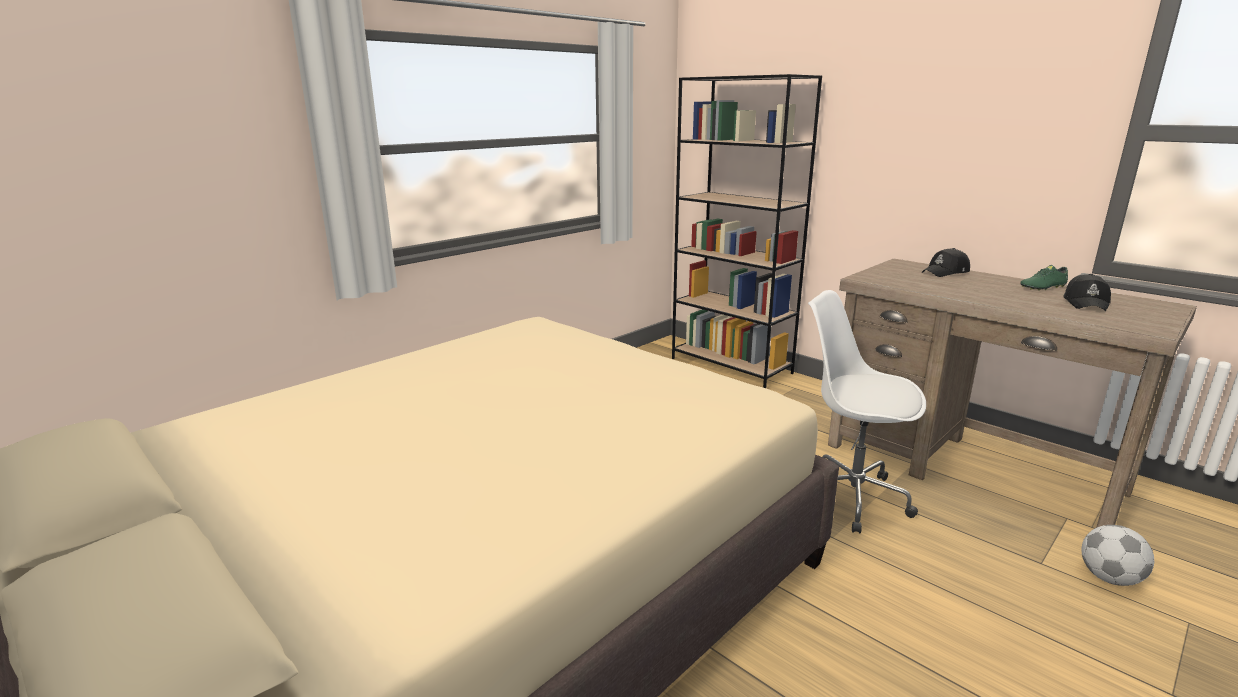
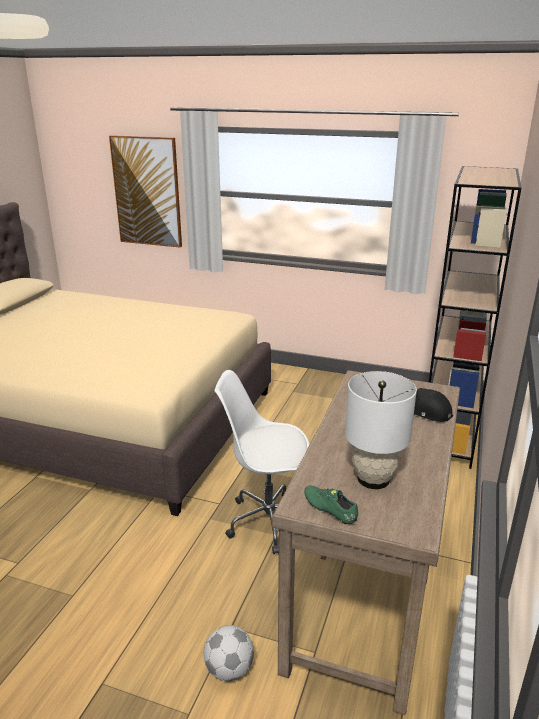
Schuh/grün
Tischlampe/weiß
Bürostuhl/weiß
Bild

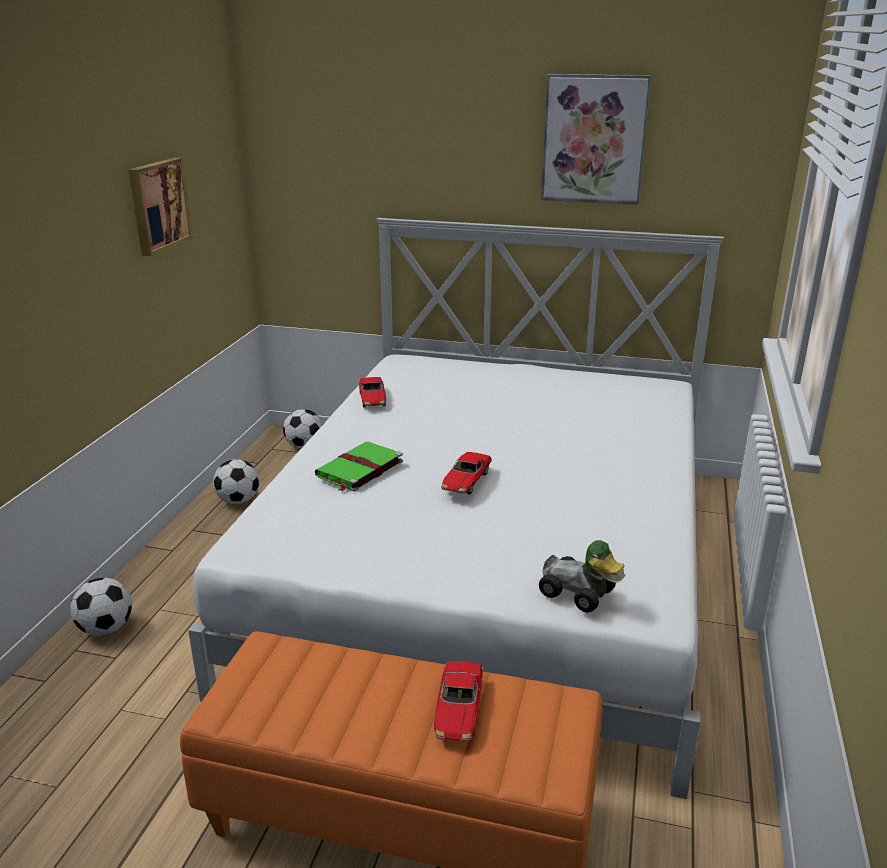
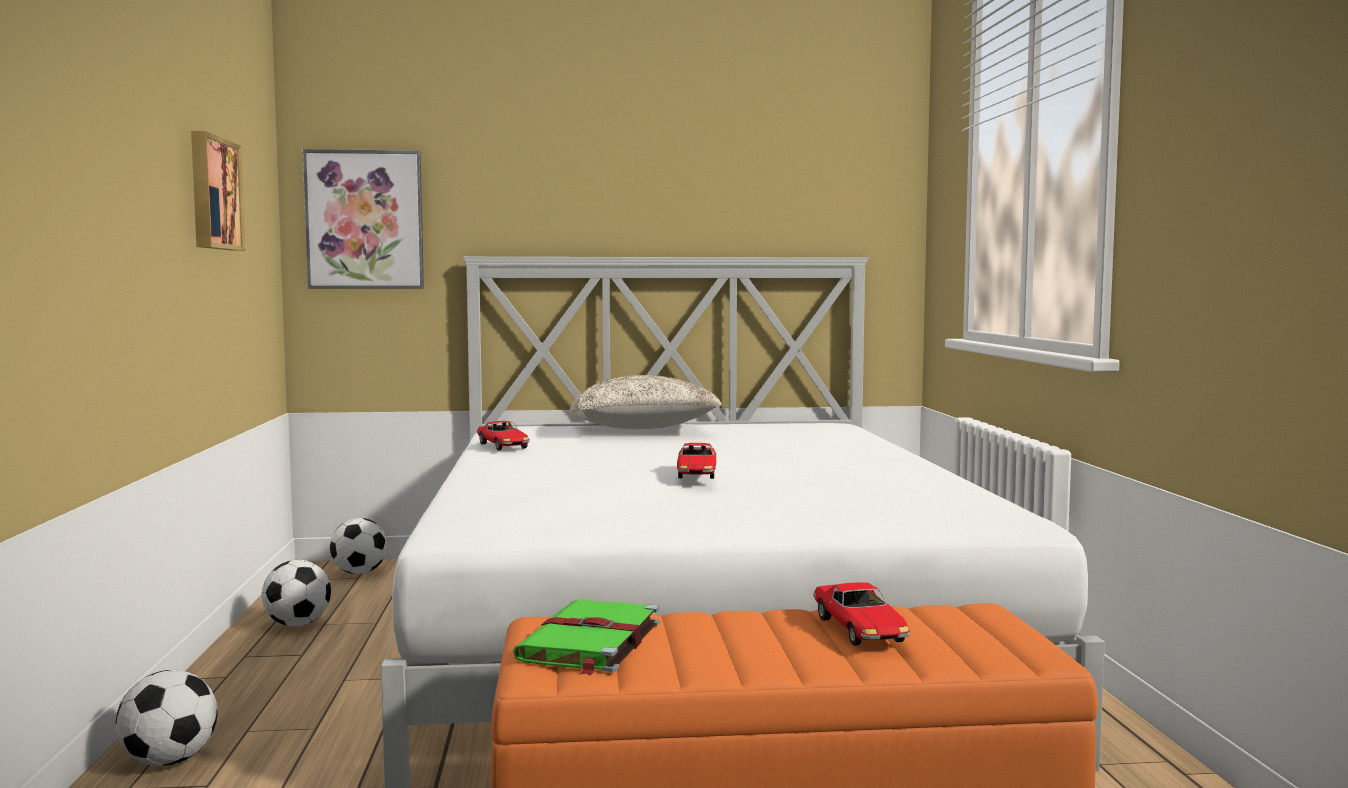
Bild (no. 2 from left)
Buch/grün
Spielzeugauto (no. 4 from left in the first image)
Kissen/beige

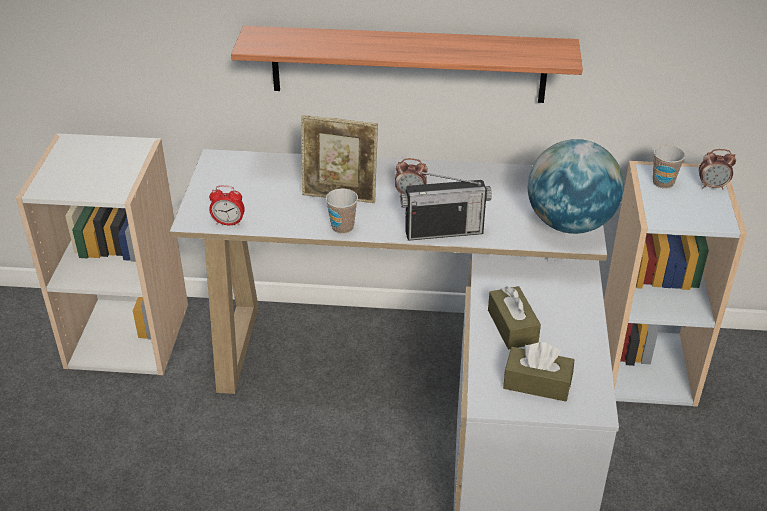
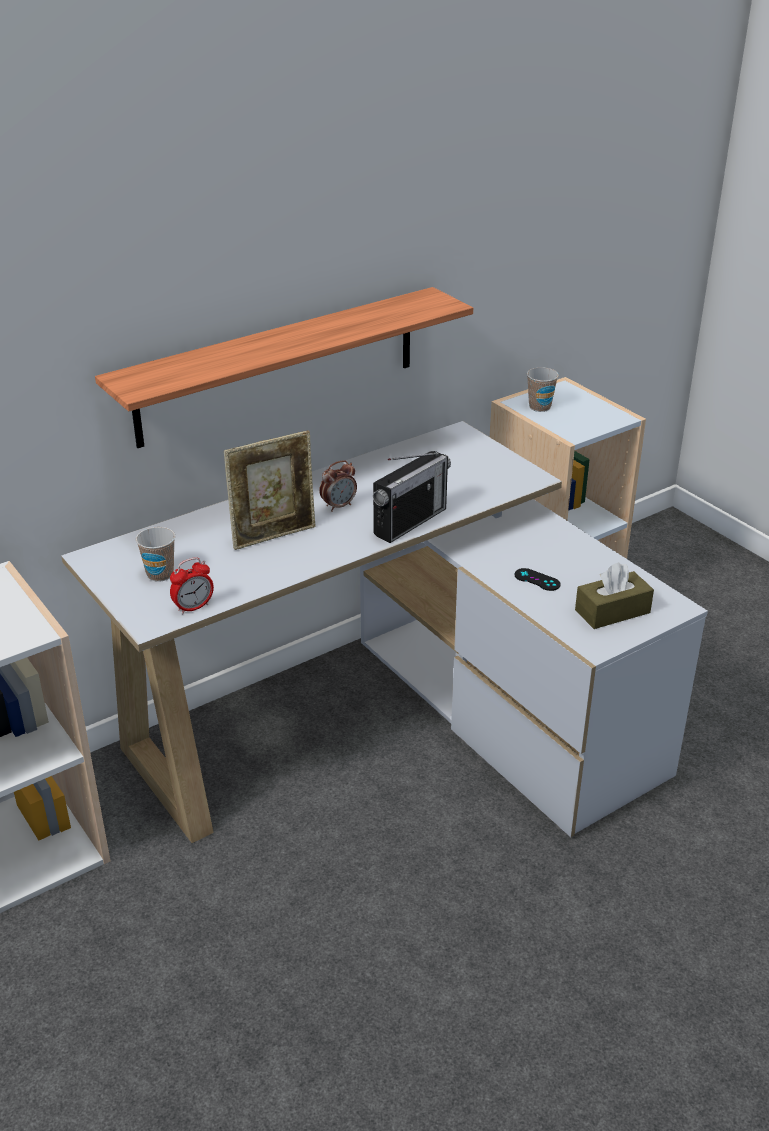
Globus
Wecker (no. 3 from left in the first image)
Tasse (no. 1 from left)
Gamepad/schwarz

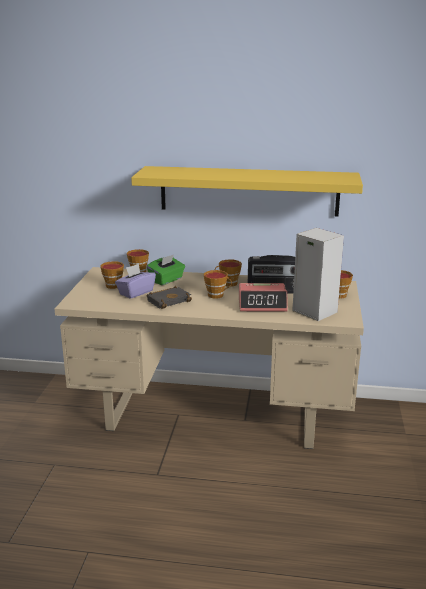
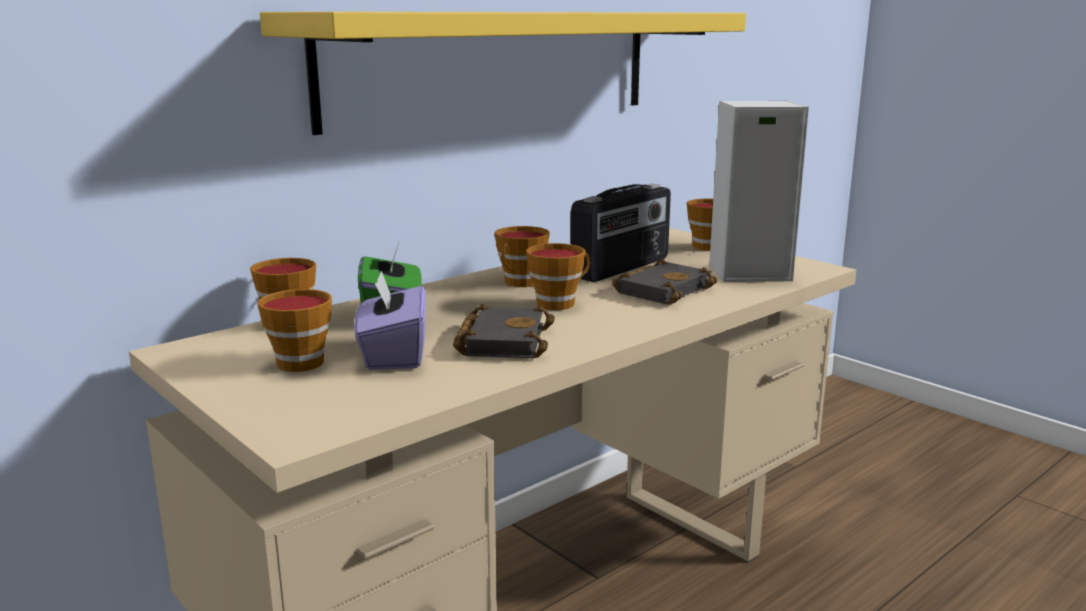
Buch/schwarz (no. 2 from left)

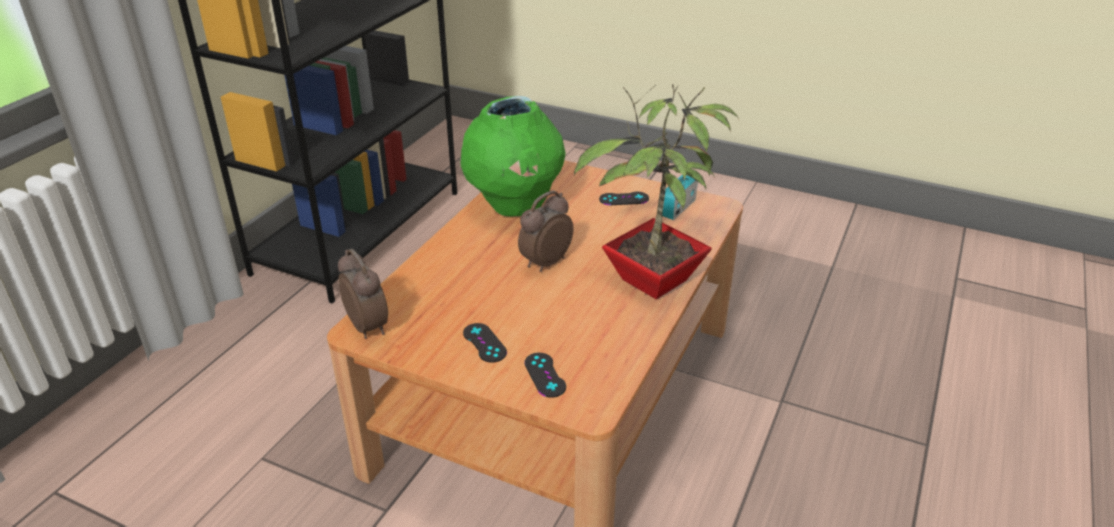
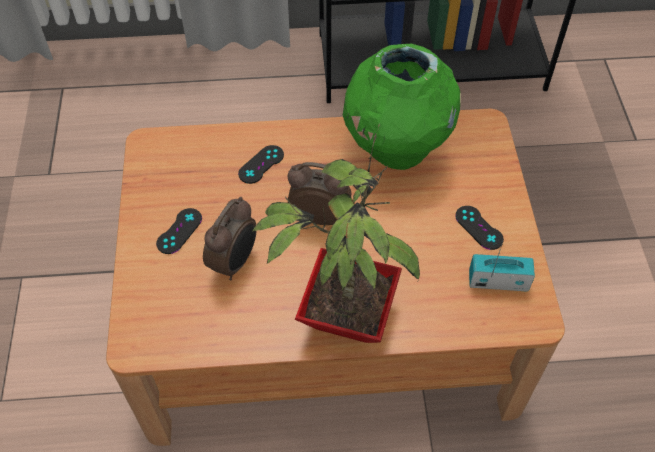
Wecker (no. 1 from left)
Gamepad/schwarz (no. 2 from left)

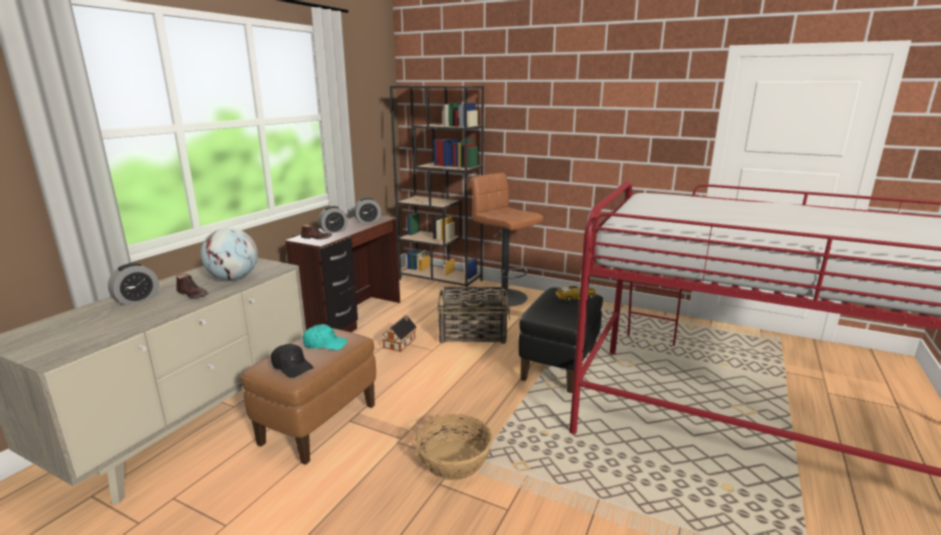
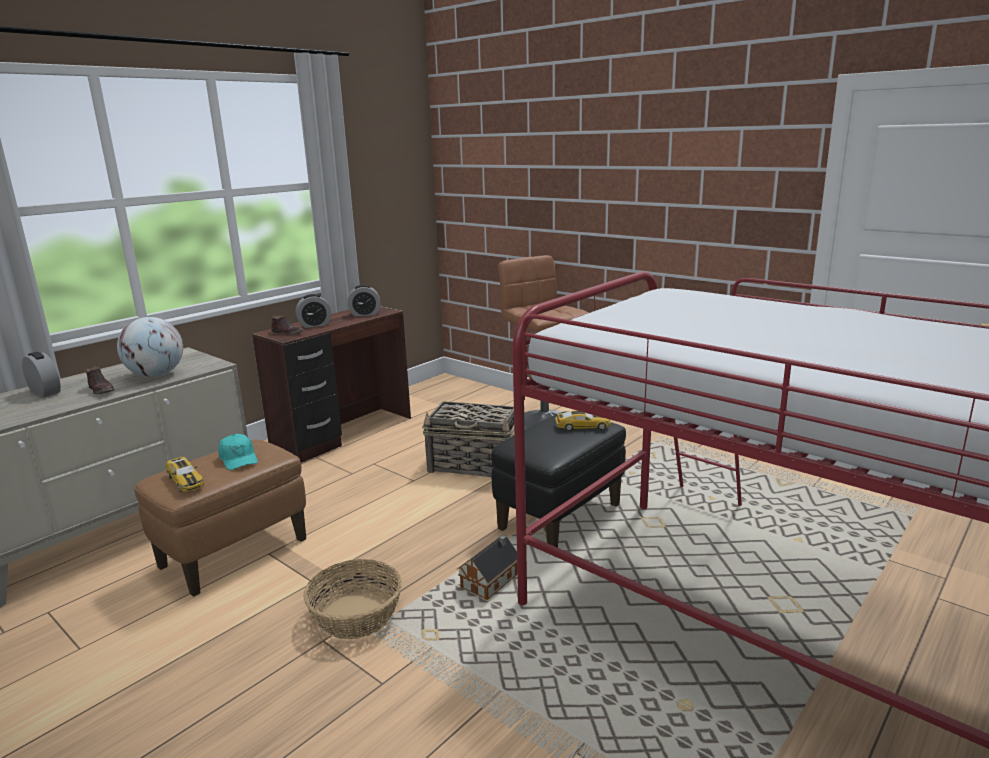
Bücherregal
Wecker (no. 1 from left)
Spielzeughaus
Kappe/türkis
Spielzeugauto (no. 1 from left)

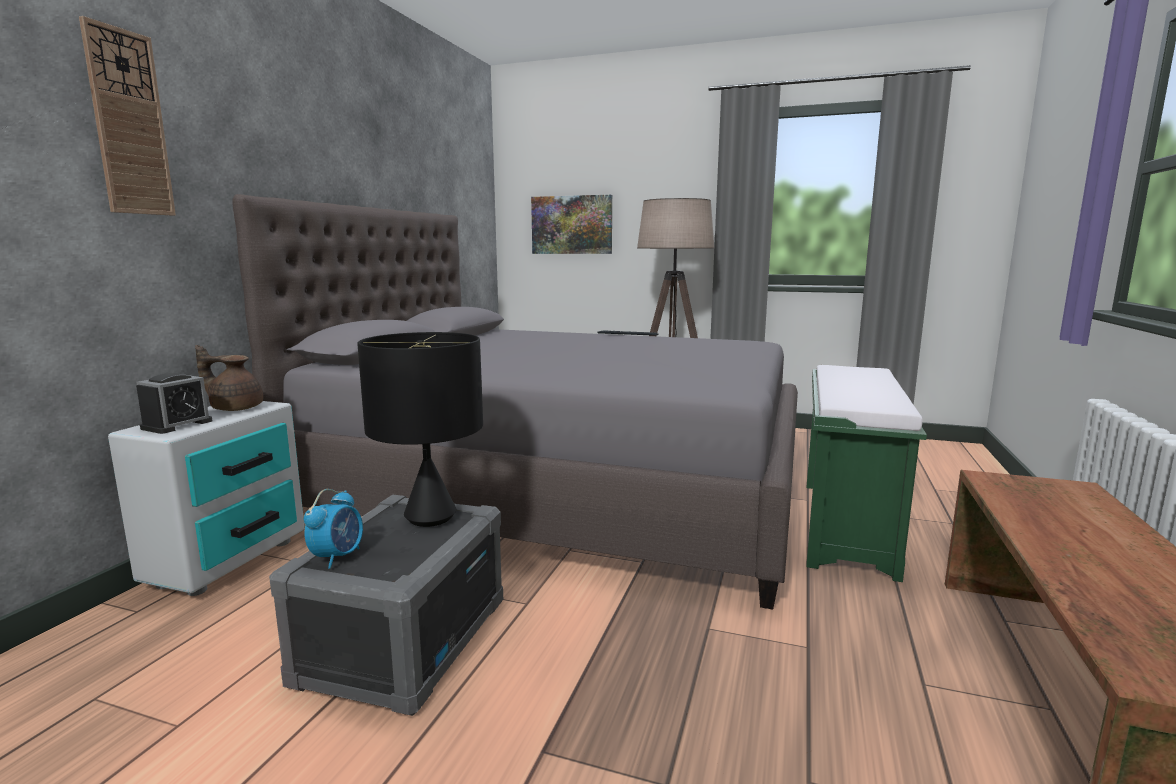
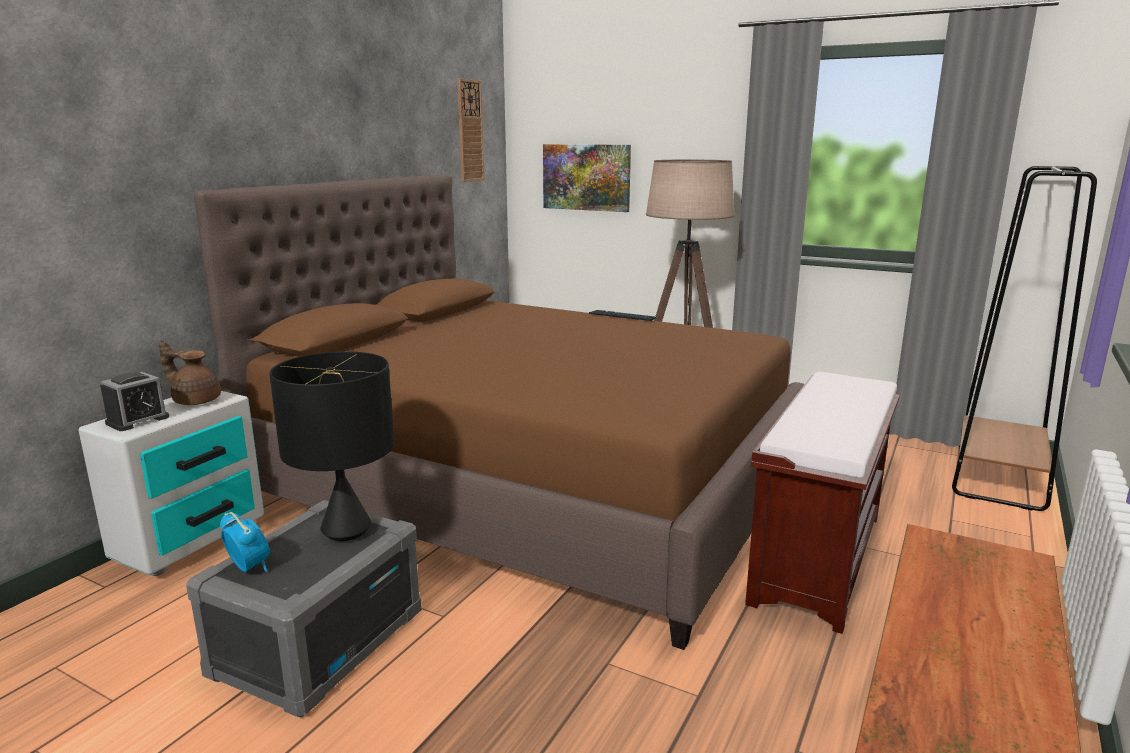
Wanduhr
Bett/braun
Bank/braun (no. 1 from left)
Wecker (no. 2 from left)
Kleiderständer

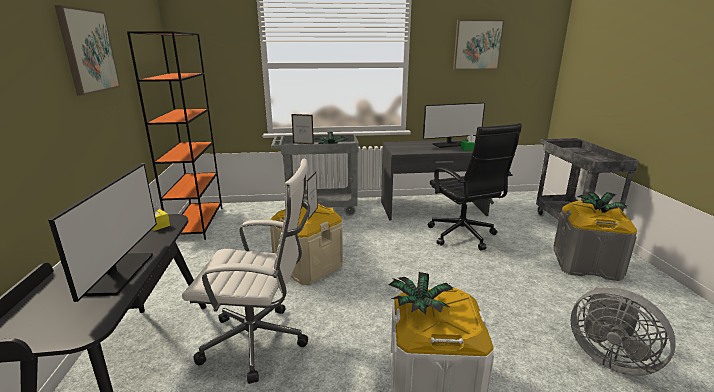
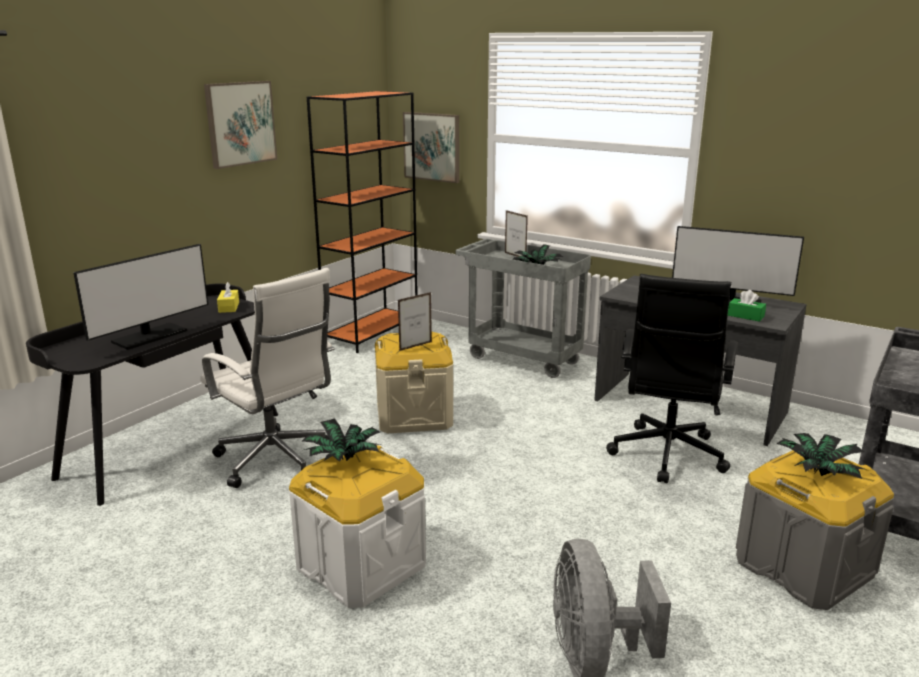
Bild (no. 2 from left)

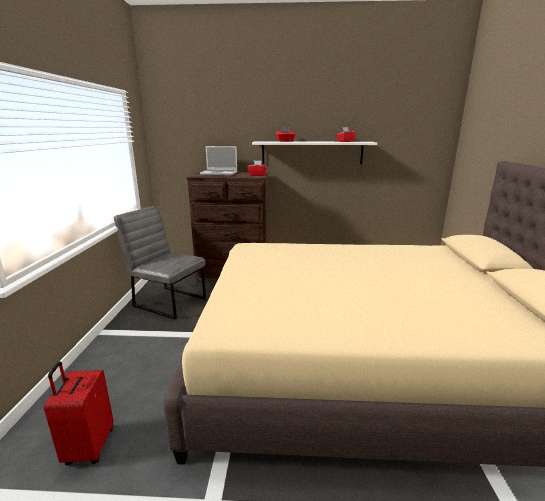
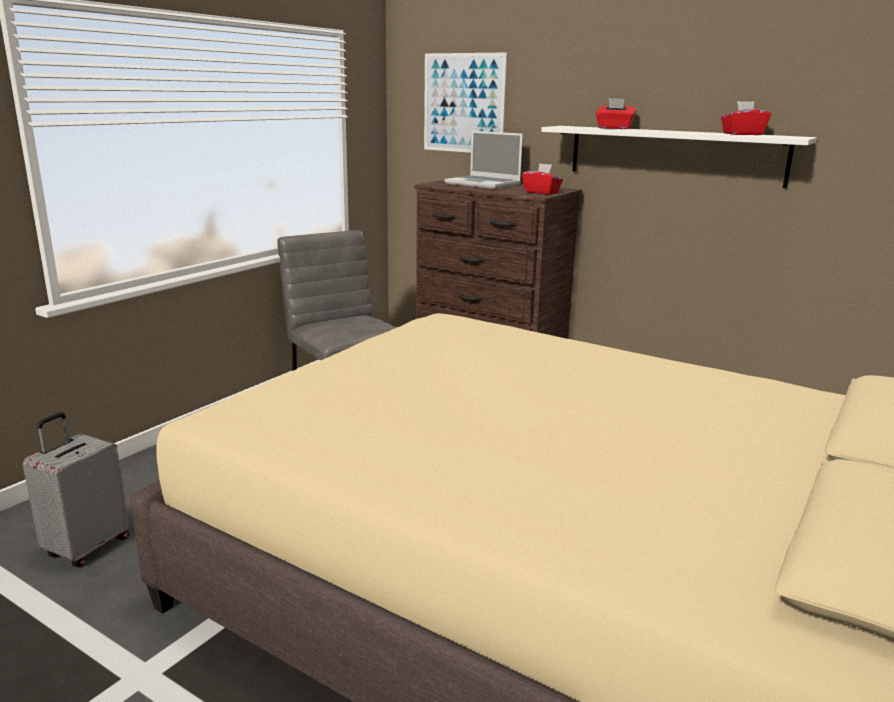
Koffer/grau
Bild

